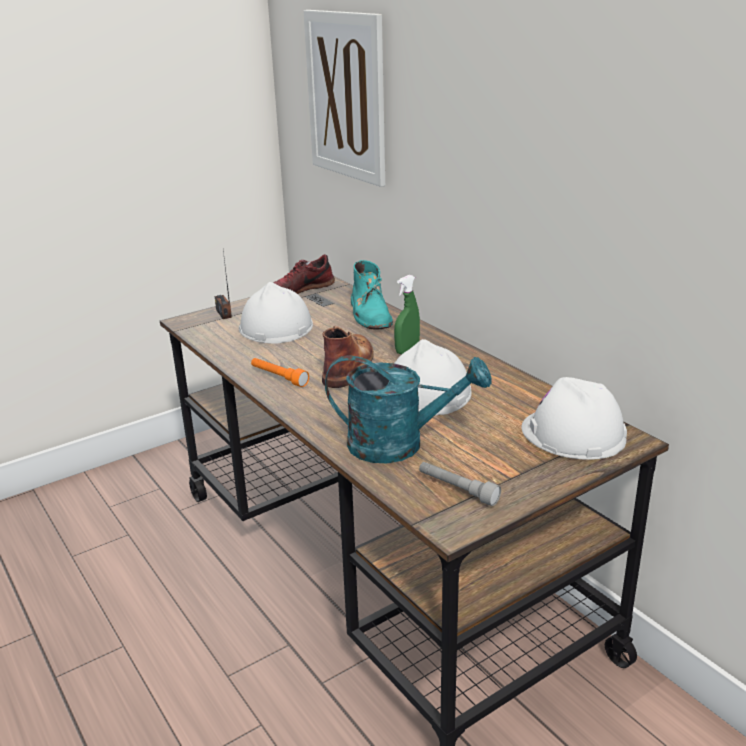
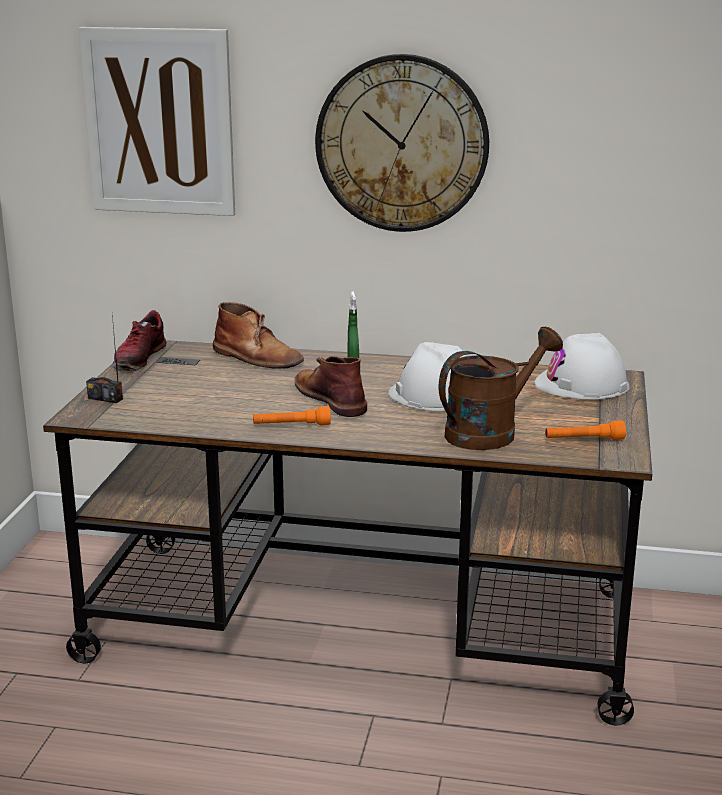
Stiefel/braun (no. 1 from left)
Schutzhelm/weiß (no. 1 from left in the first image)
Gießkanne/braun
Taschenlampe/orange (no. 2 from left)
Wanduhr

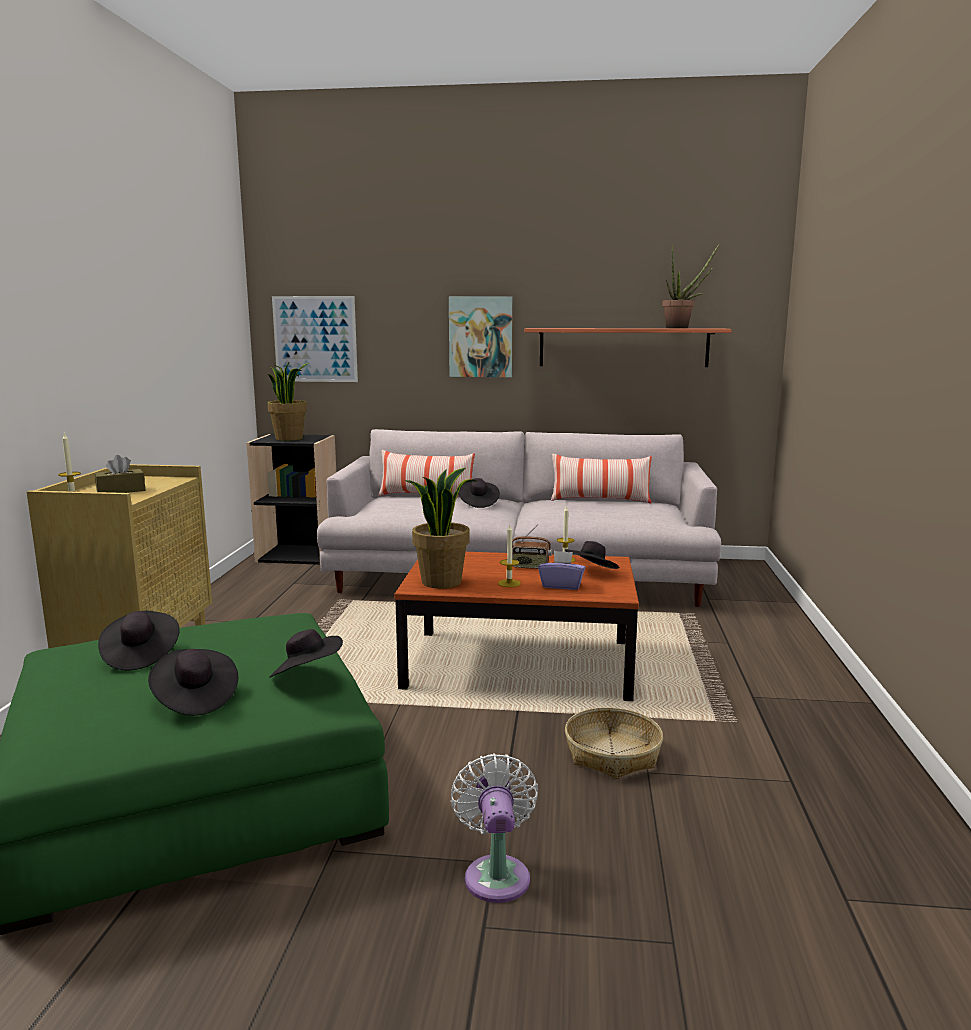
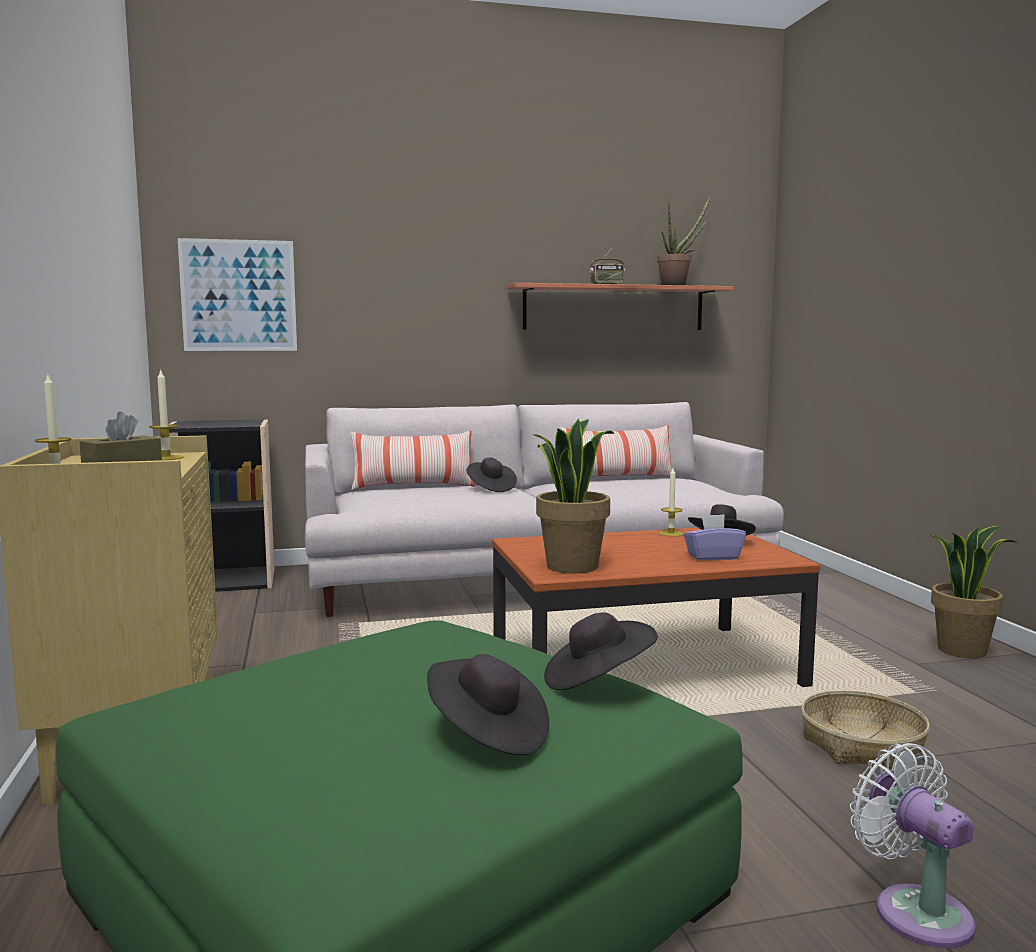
Bild (no. 2 from left in the first image)
Topfpflanze (no. 3 from left)
Kerze (no. 2 from left)
Radio
Hut/schwarz (no. 1 from left in the first image)

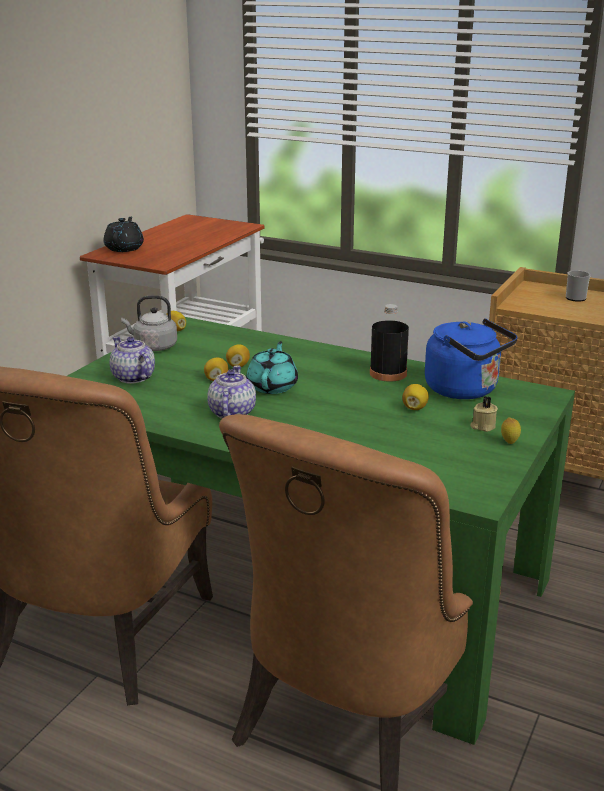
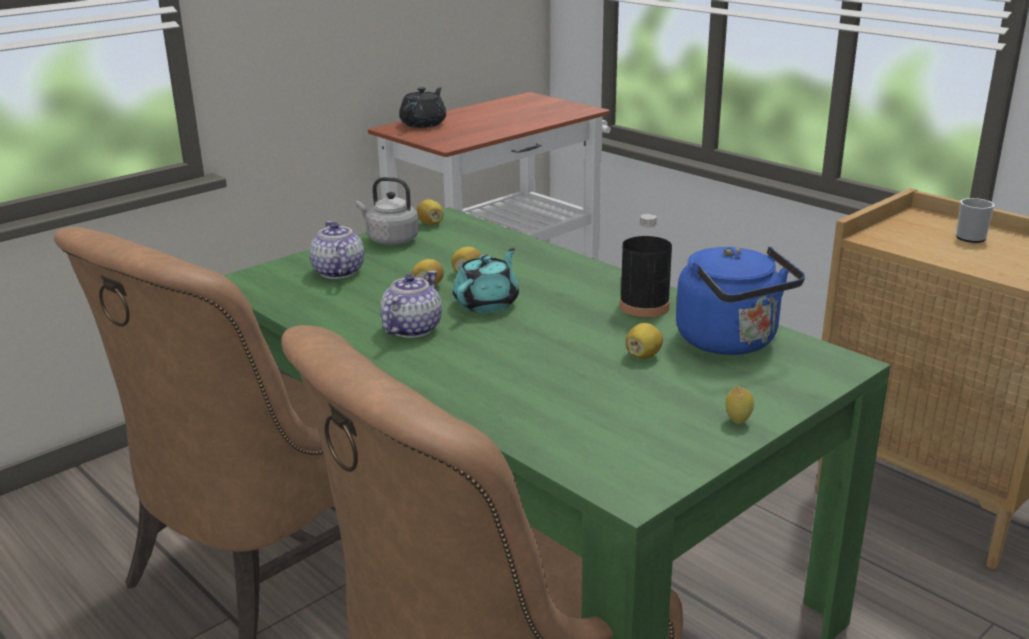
Kerze/beige

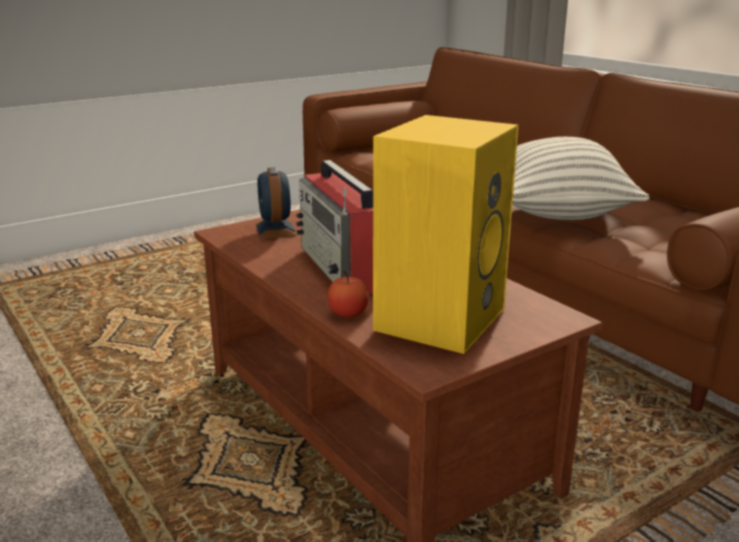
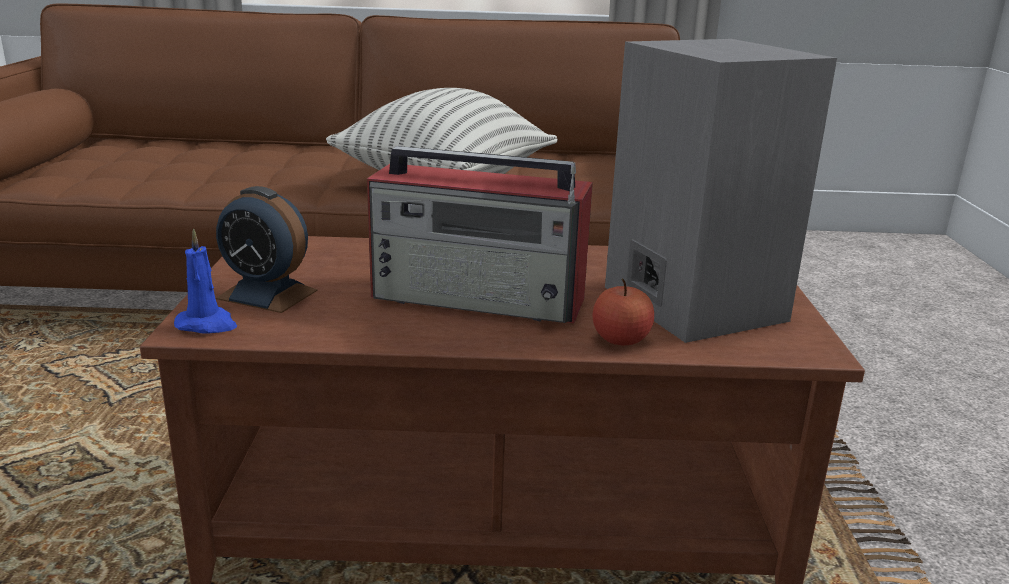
Lautsprecher/grau
Kerze/blau

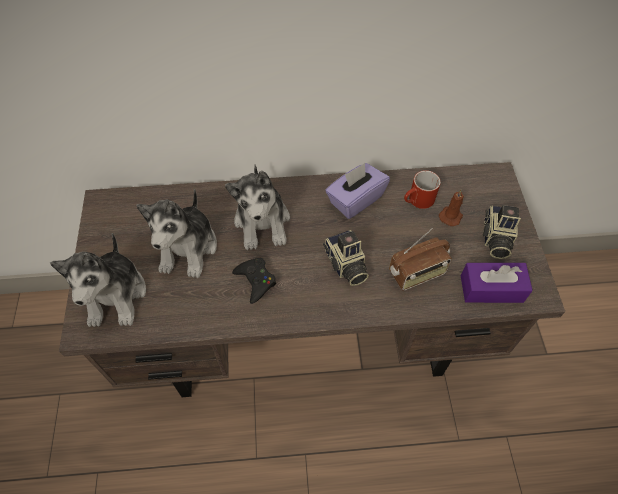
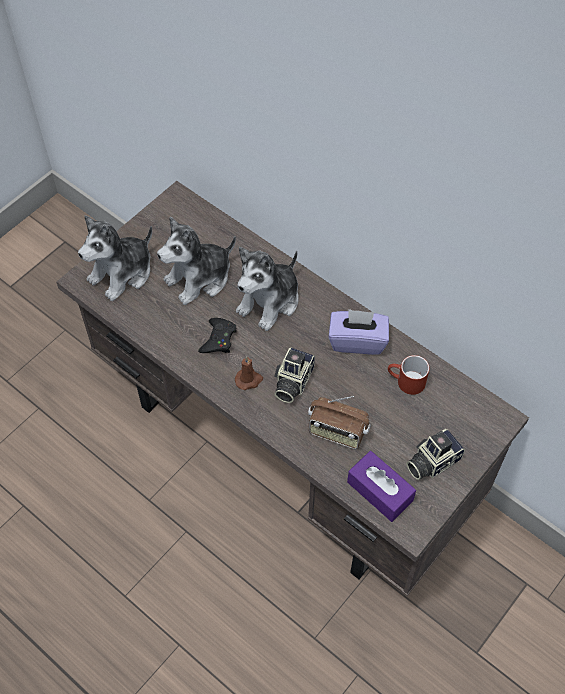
Kerze/braun

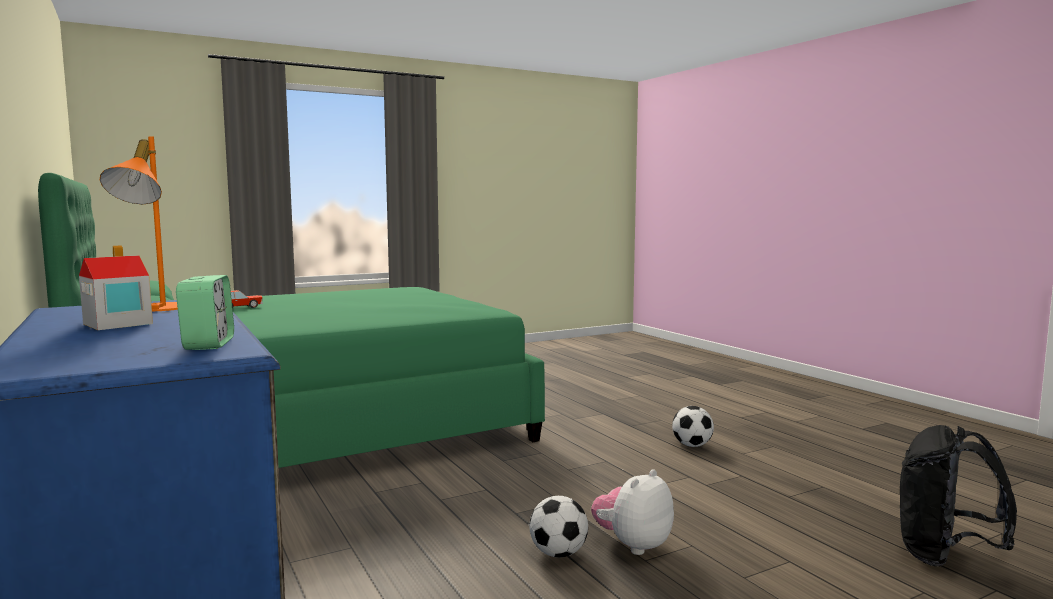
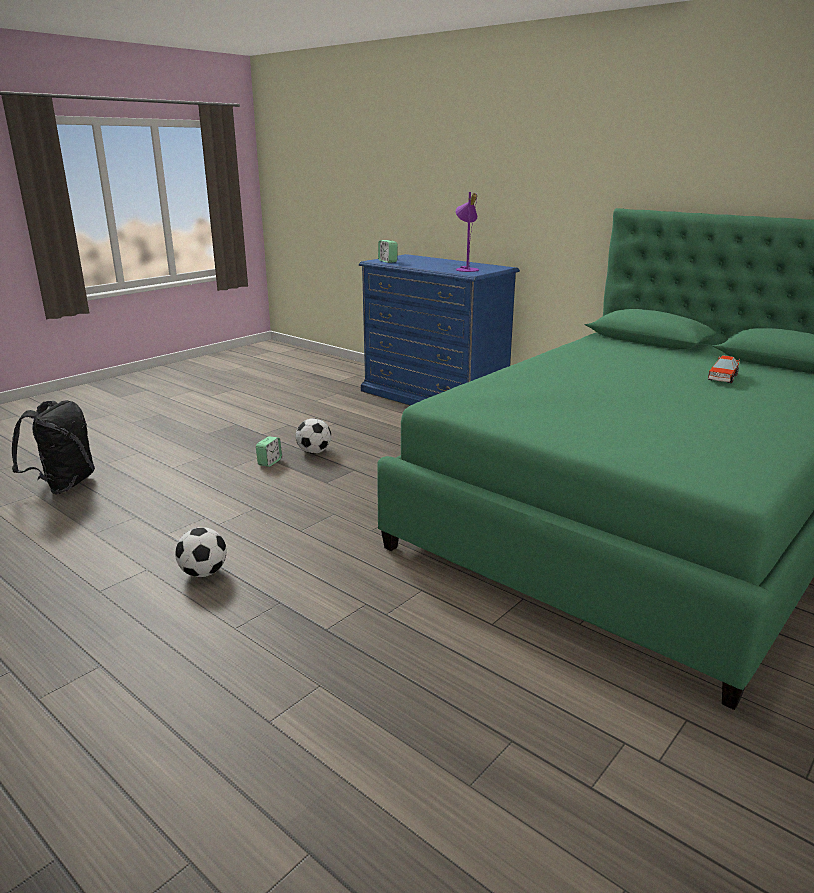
Tischlampe/lila
Spielzeughaus
Wecker (no. 1 from left)

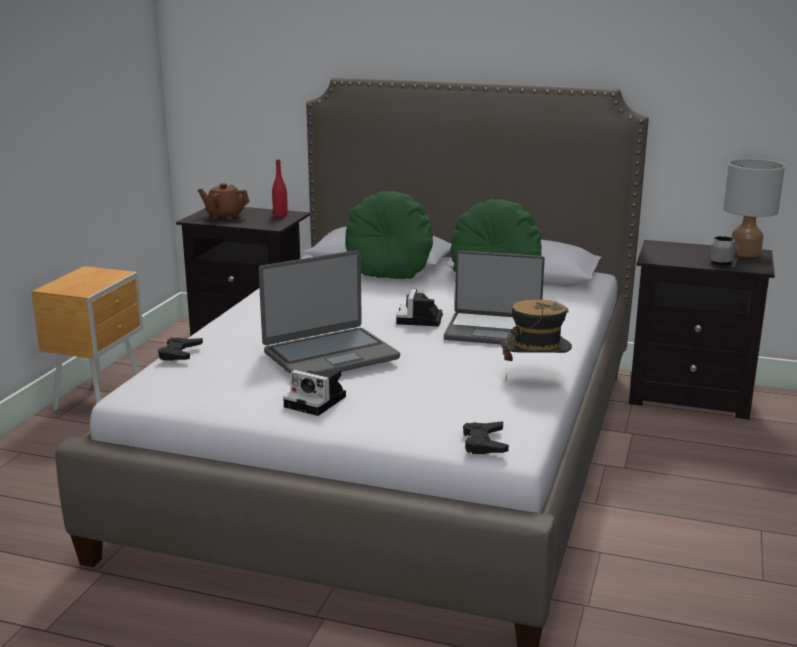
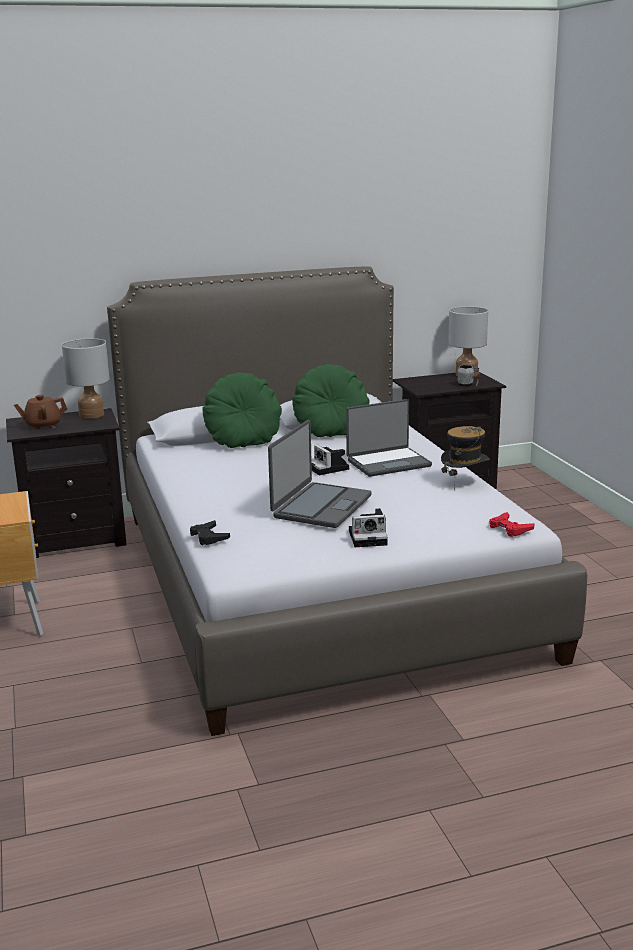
Tischlampe/grau (no. 1 from left)
Gamepad/rot

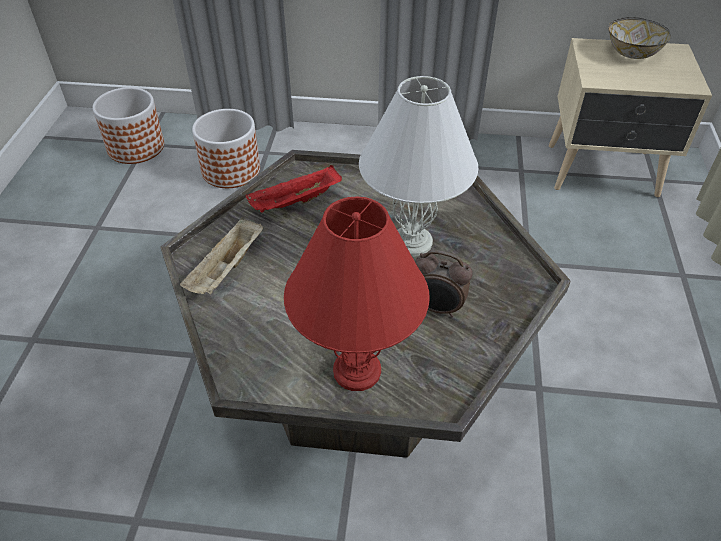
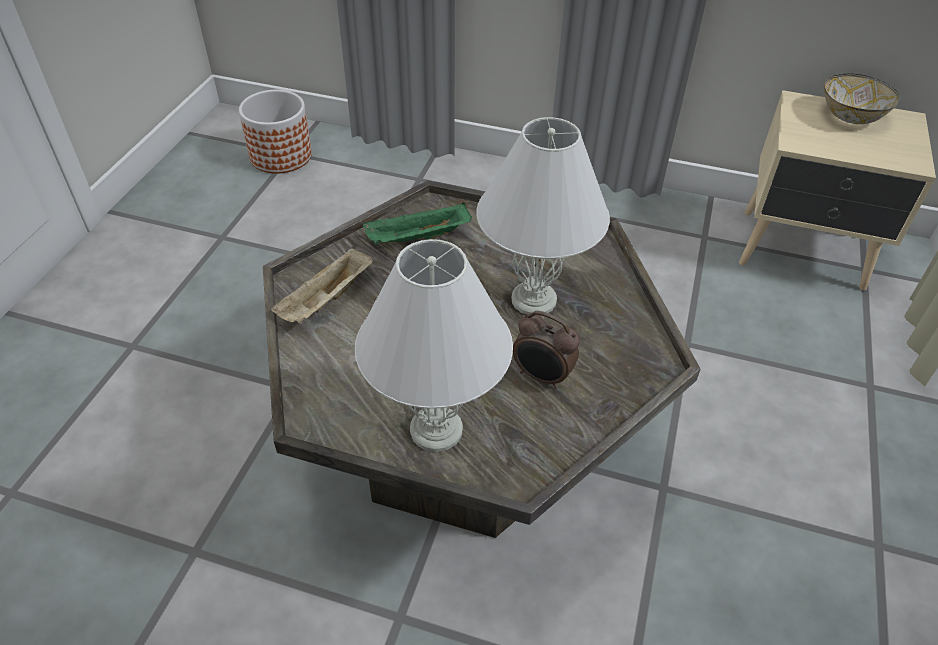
Pflanzkübel (no. 2 from left in the first image)
Tablett/grün
Tischlampe/weiß (no. 1 from left)

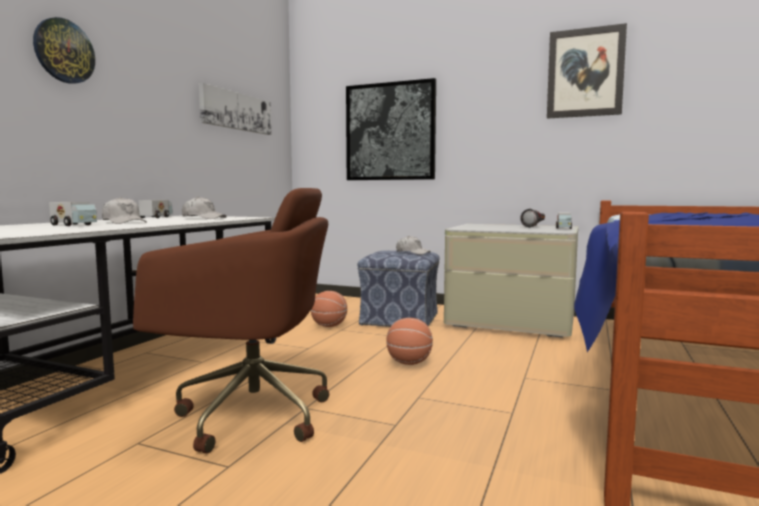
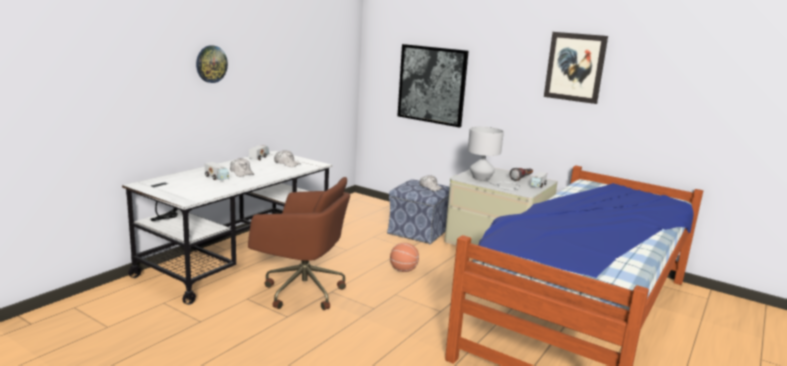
Bild (no. 1 from left in the first image)
Basketball (no. 1 from left in the first image)
Tischlampe/grau

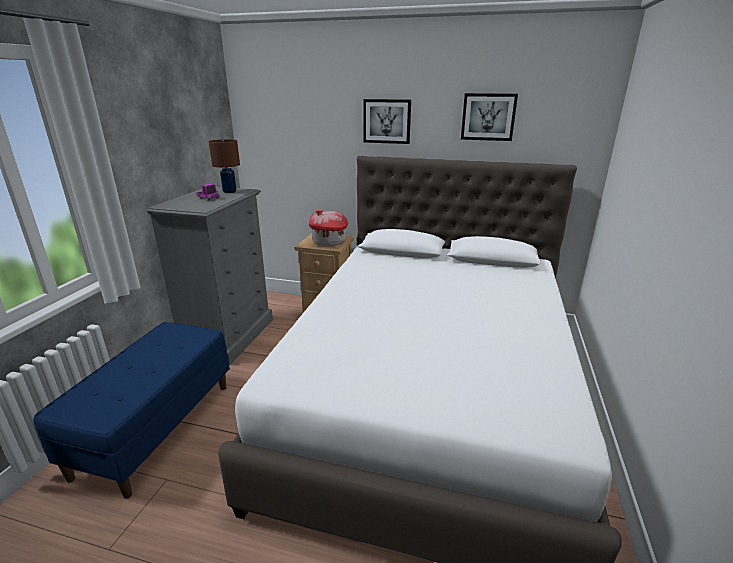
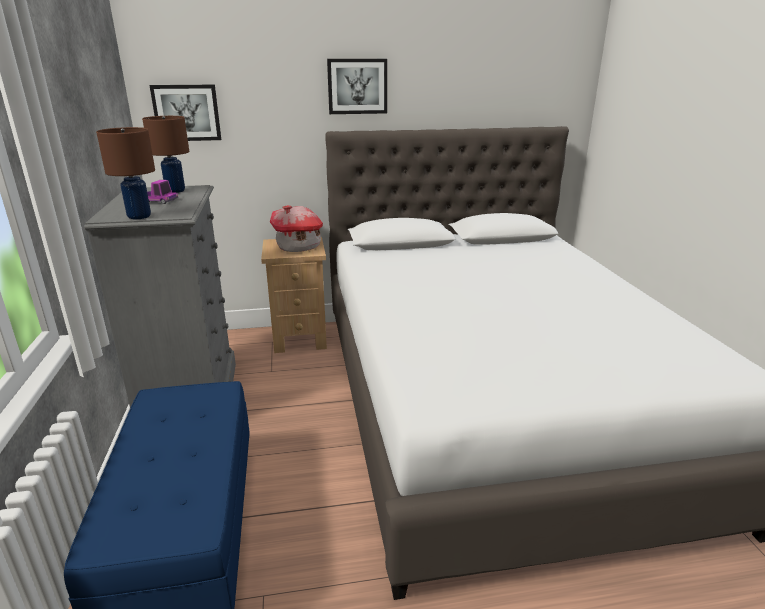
Bild (no. 1 from left)
Tischlampe/braun (no. 1 from left)

